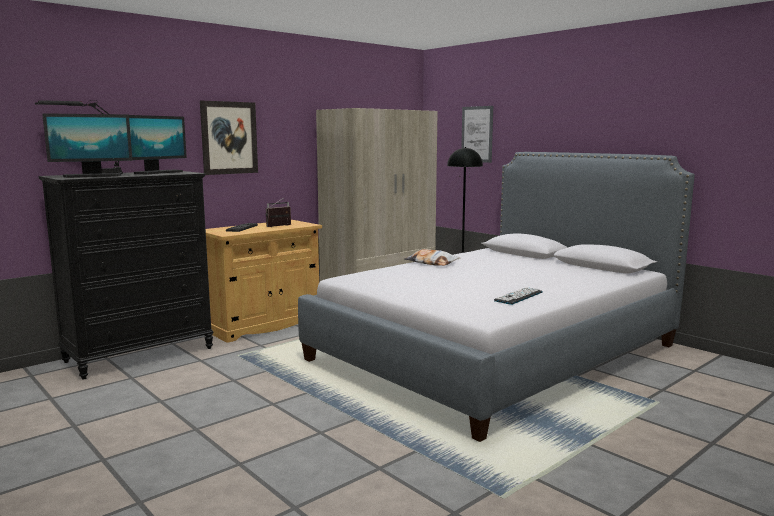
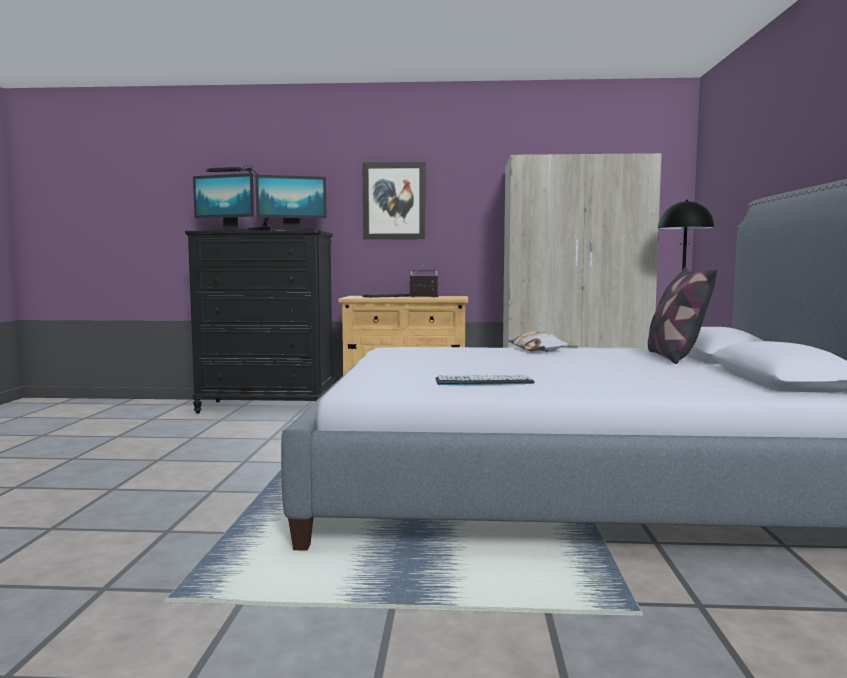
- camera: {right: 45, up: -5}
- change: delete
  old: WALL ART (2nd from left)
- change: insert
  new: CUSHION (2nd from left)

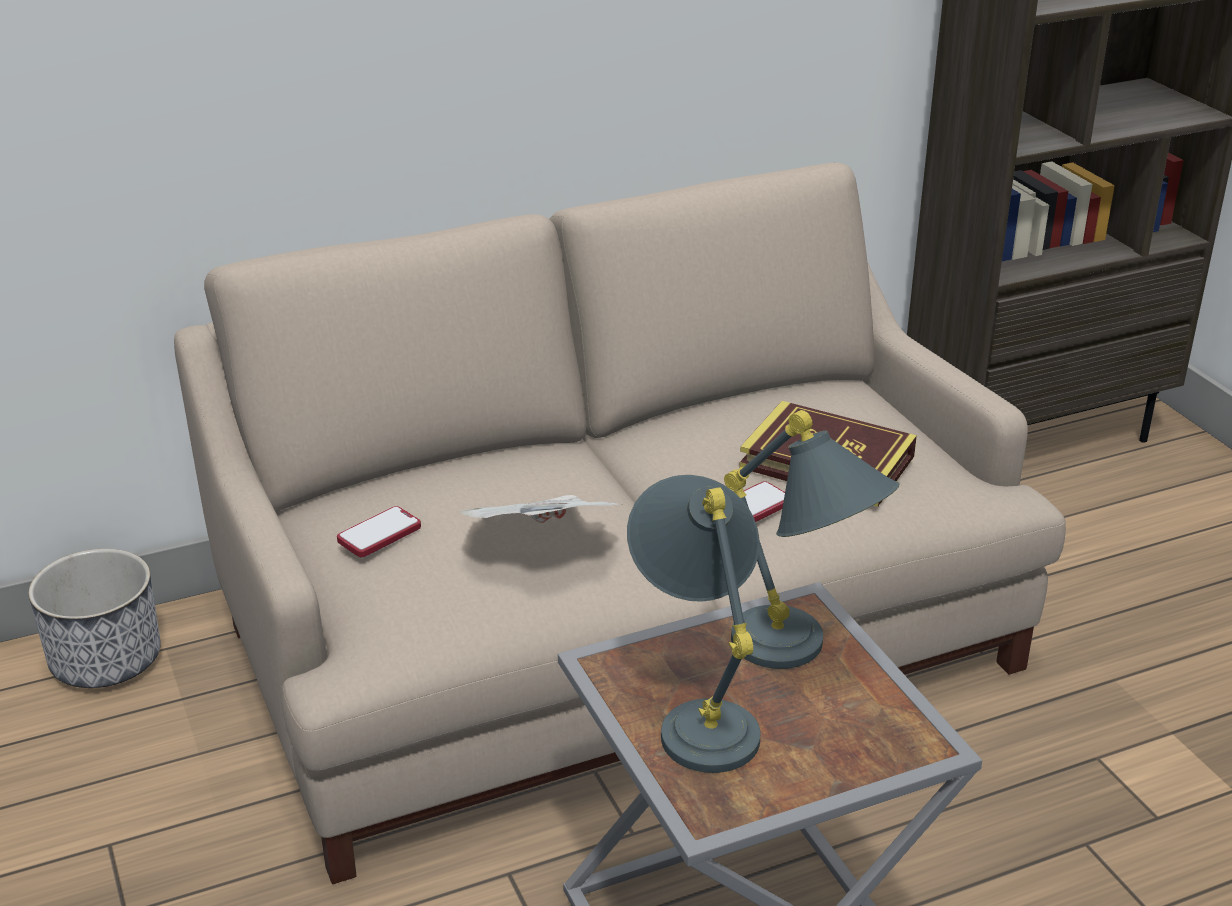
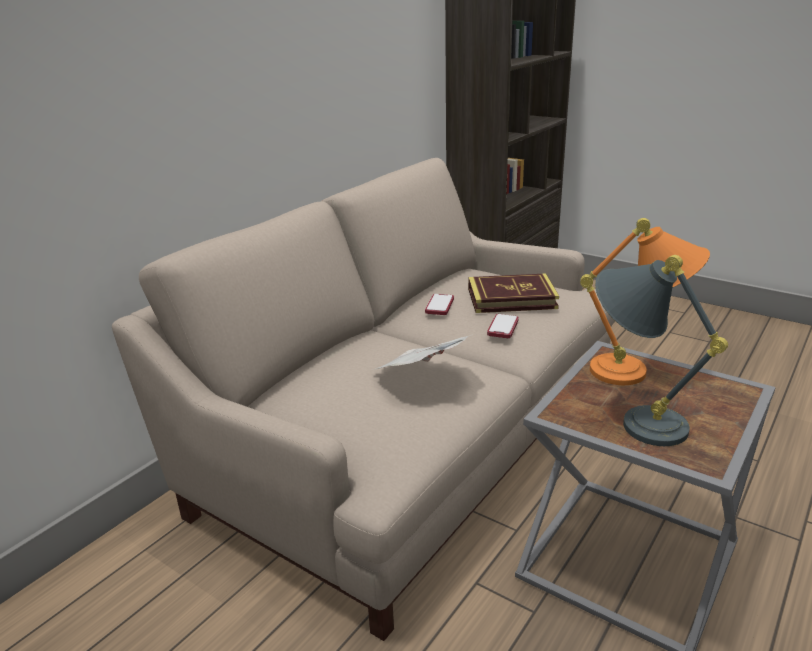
- camera: {right: -30, up: -5}
- change: recolor
  old: GREYISH TABLE LAMP (2nd from left)
  new: ORANGE-COLOURED TABLE LAMP
- change: move
  old: PHONE (1st from left)
- change: delete
  old: FLOWER POT

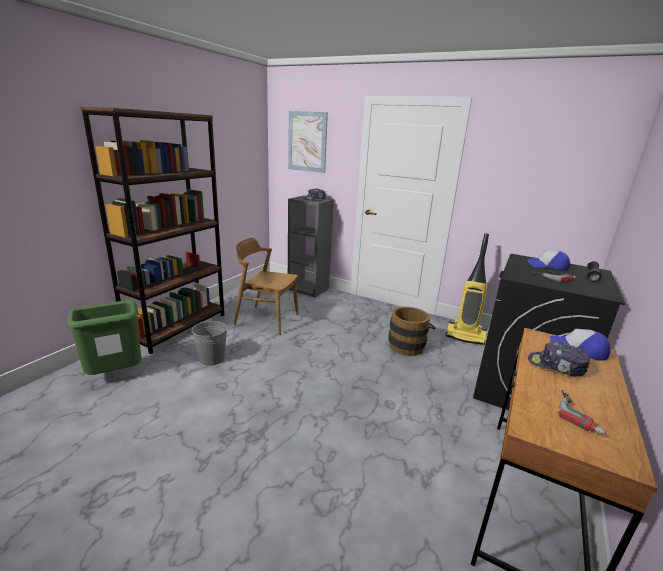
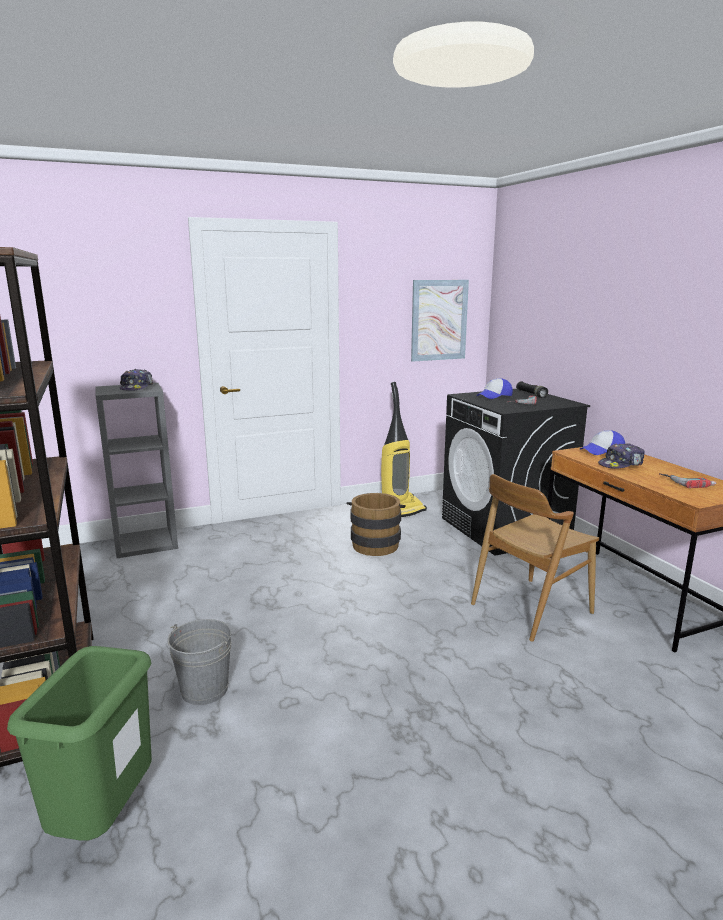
- camera: {right: -50, up: -5}
- change: move
  old: WALL ART
- change: move
  old: BROWN-COLOURED PLAIN CHAIR

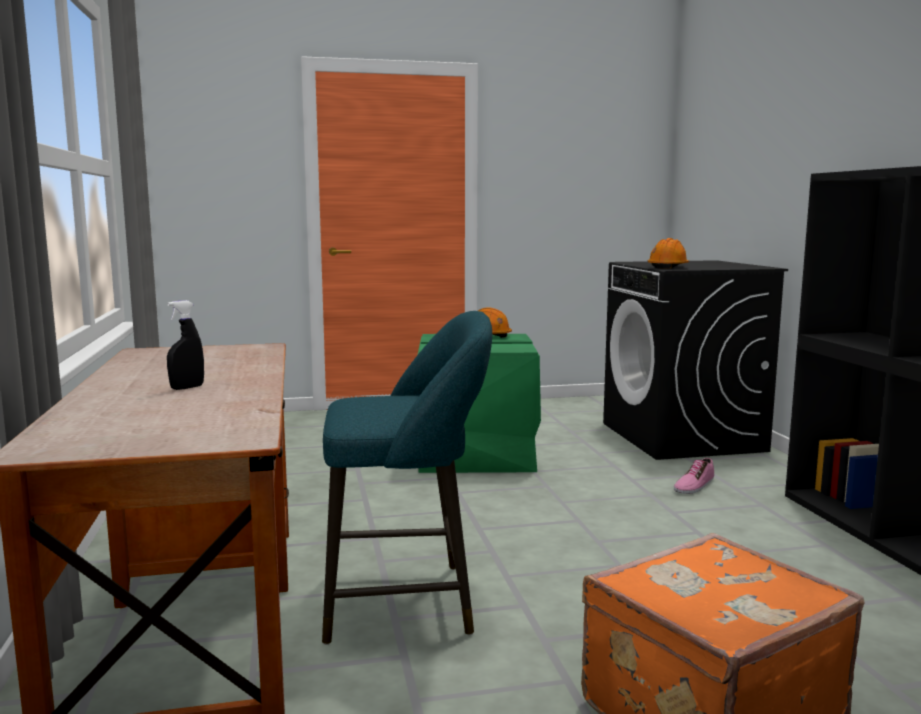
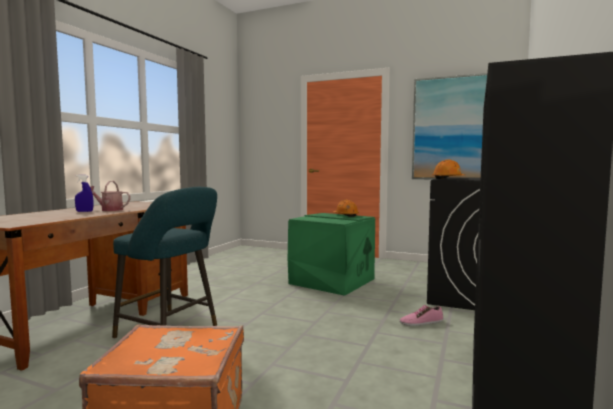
- camera: {right: 35, up: -5}
- change: recolor
  old: BLACKISH HAND SPRAYER
  new: BLUE-COLOURED HAND SPRAYER
- change: insert
  new: WALL ART
- change: insert
  new: SPRINKLING CAN

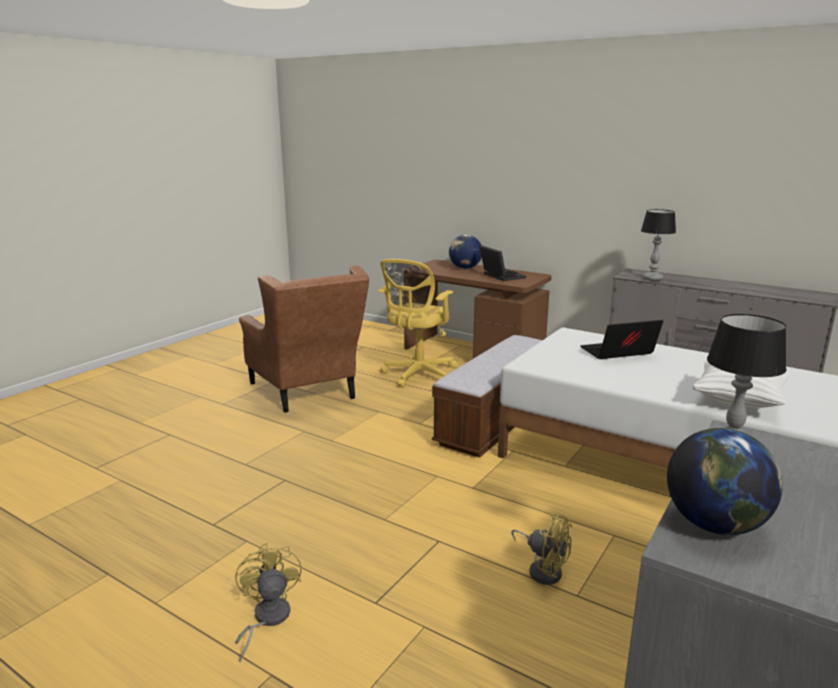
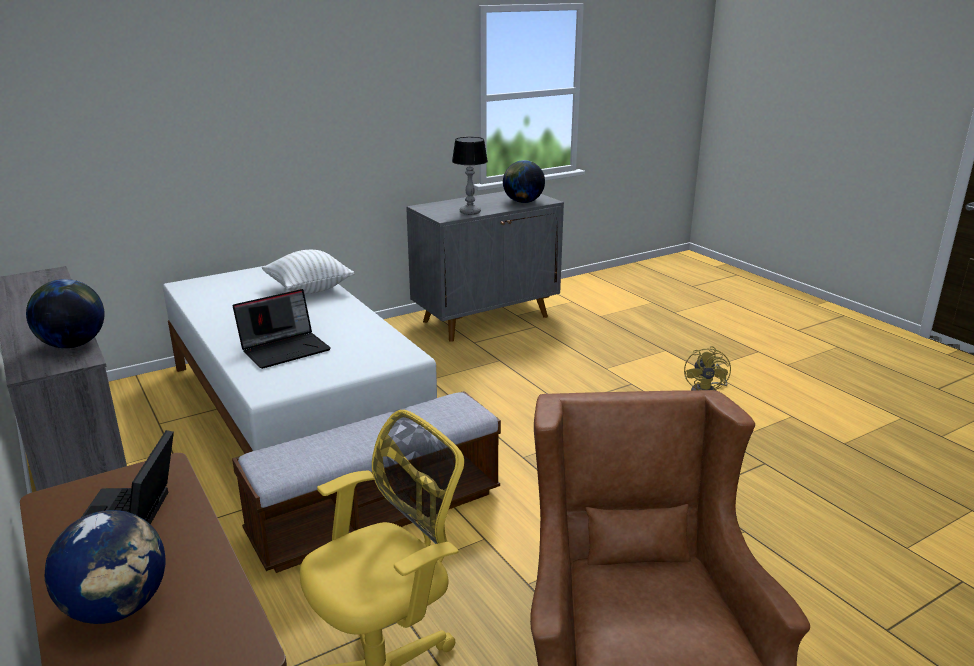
- camera: {right: -155, up: 5}
- change: replace
  old: TABLE LAMP (1st from left)
  new: DESK GLOBE (1st from left)
- change: rotate
  old: NOTEBOOK COMPUTER (2nd from left)
  degrees: -45
- change: delete
  old: YELLOWISH FAN (2nd from left)

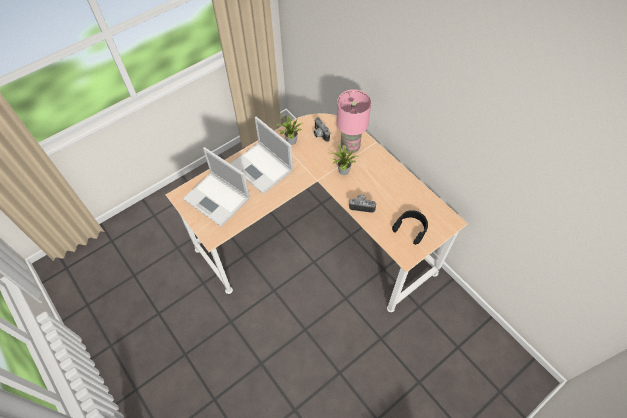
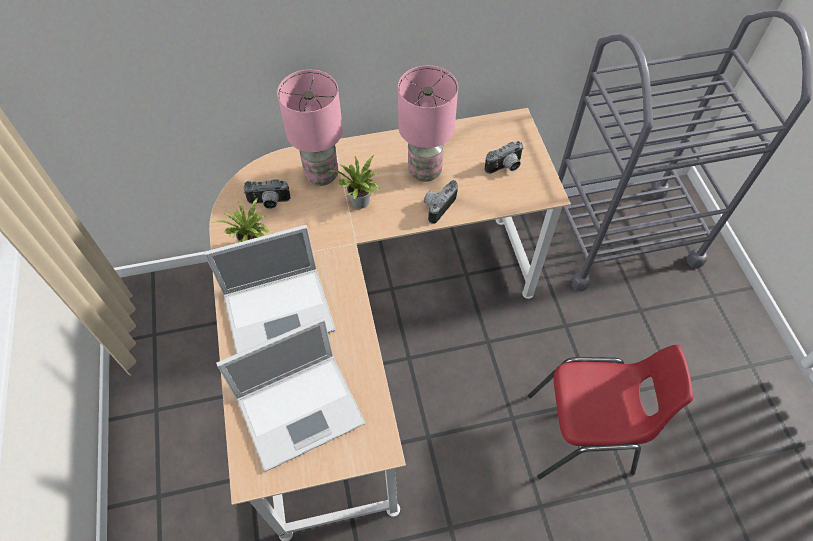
- camera: {right: -65, up: 0}
- change: replace
  old: BLACKISH PAIR OF HEADPHONES
  new: PHOTO CAMERA (3rd from left)
- change: insert
  new: GREYISH CART
- change: insert
  new: PINK TABLE LAMP (2nd from left)
- change: insert
  new: RED-COLOURED PLAIN CHAIR

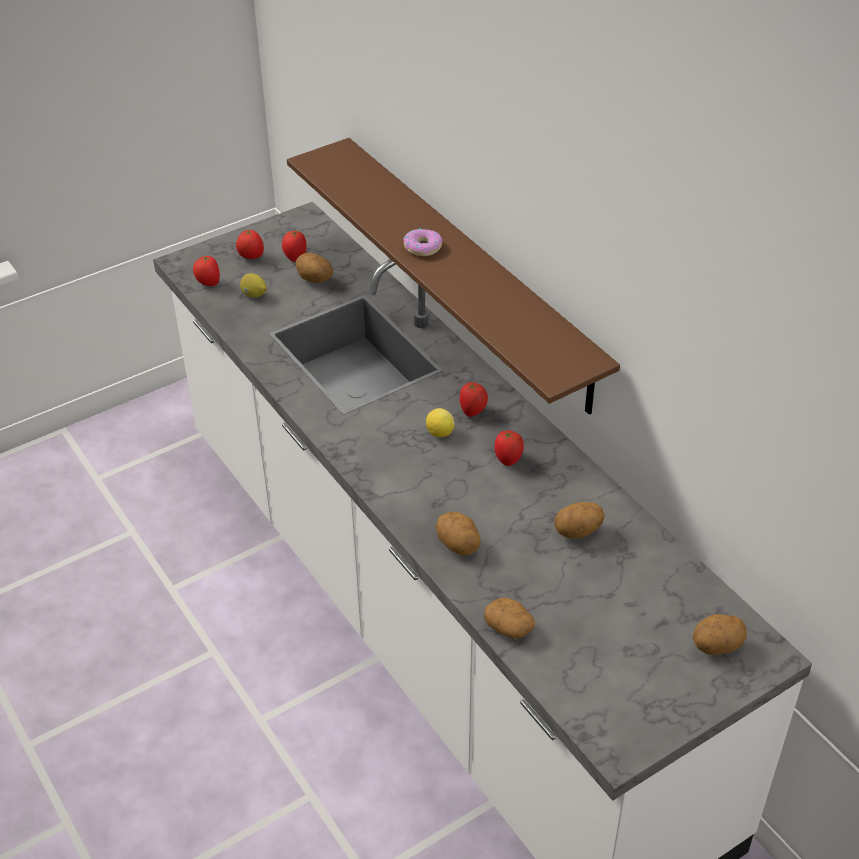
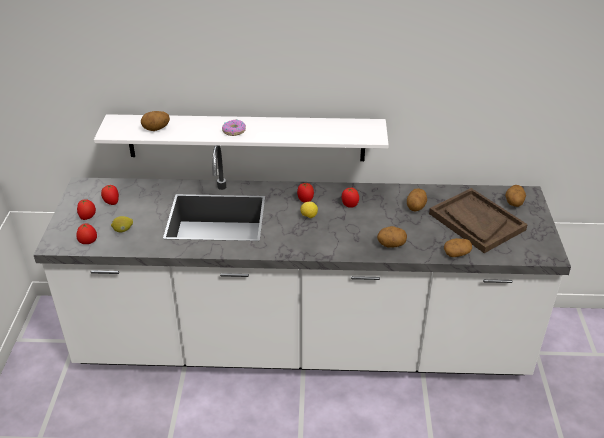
- camera: {right: -55, up: -5}
- change: recolor
  old: BROWN-COLOURED SHELF
  new: WHITISH SHELF
- change: move
  old: WHOLE POTATO (1st from left)
- change: insert
  new: BROWN-COLOURED SERVING TRAY

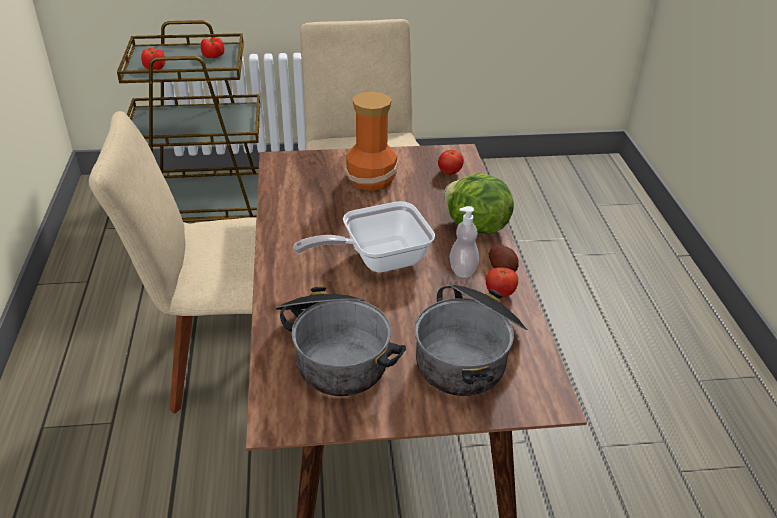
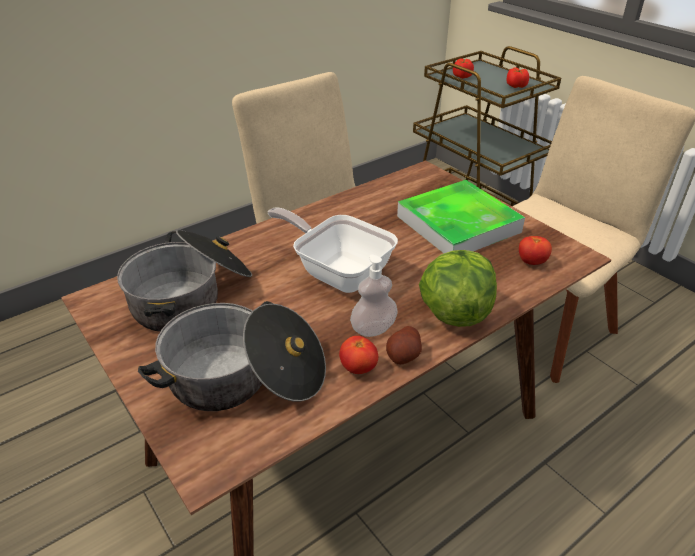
- camera: {right: 60, up: 0}
- change: replace
  old: DECORATIVE VASE
  new: SERVING TRAY

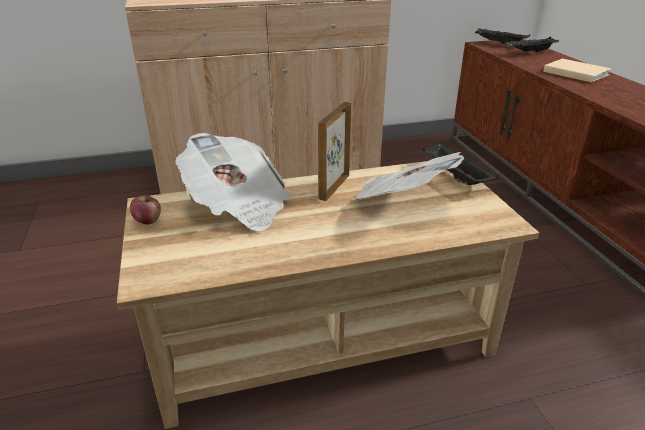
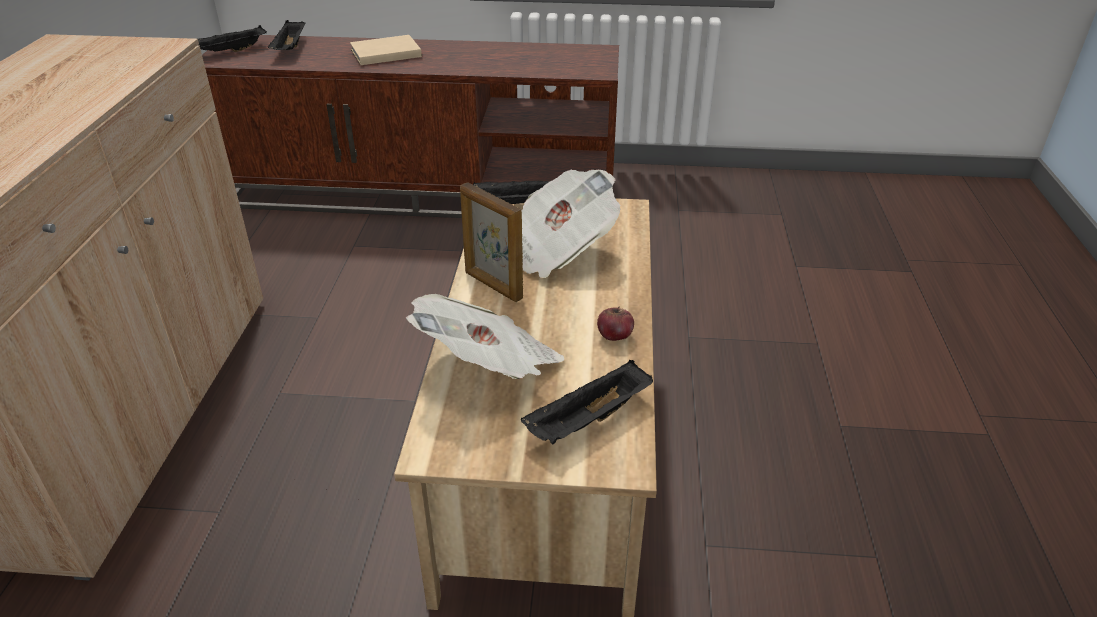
- camera: {right: -70, up: 5}
- change: move
  old: APPLE FRUIT
- change: insert
  new: BLACKISH SERVING TRAY (4th from left)

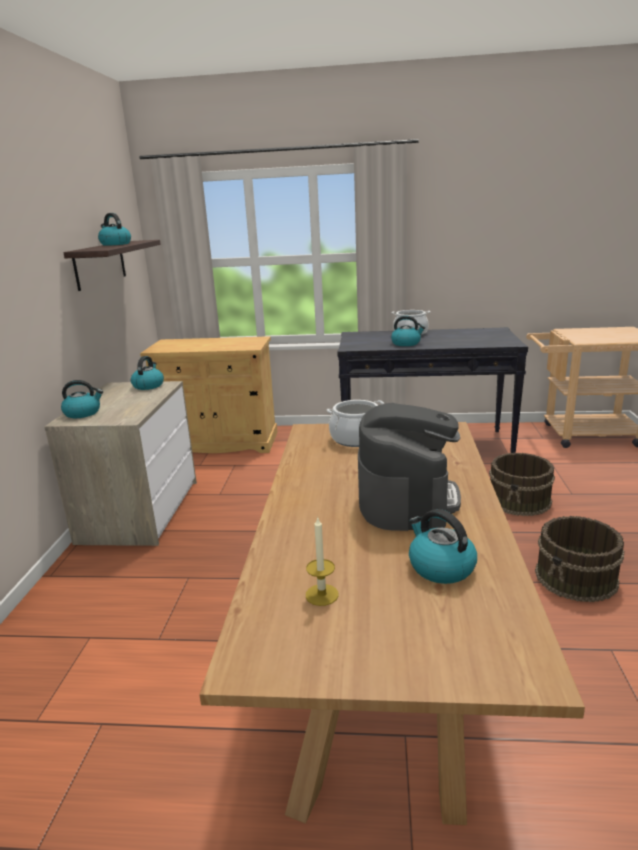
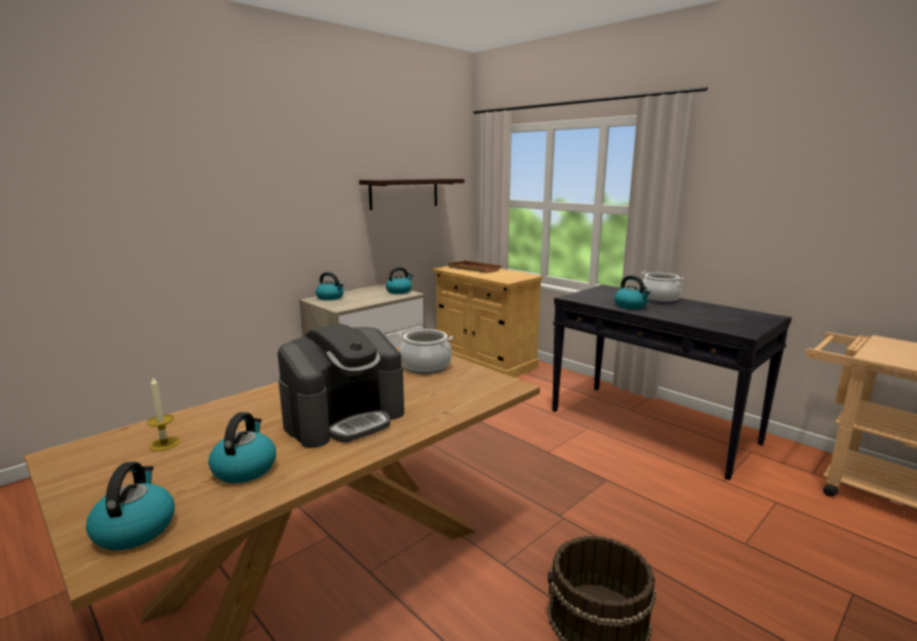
- camera: {right: 40, up: -5}
- change: move
  old: WATER KETTLE (2nd from left in the first image)
  new: WATER KETTLE (1st from left)
- change: delete
  old: BROWN-COLOURED BUCKET (1st from left)
- change: insert
  new: BROWN-COLOURED SERVING TRAY

